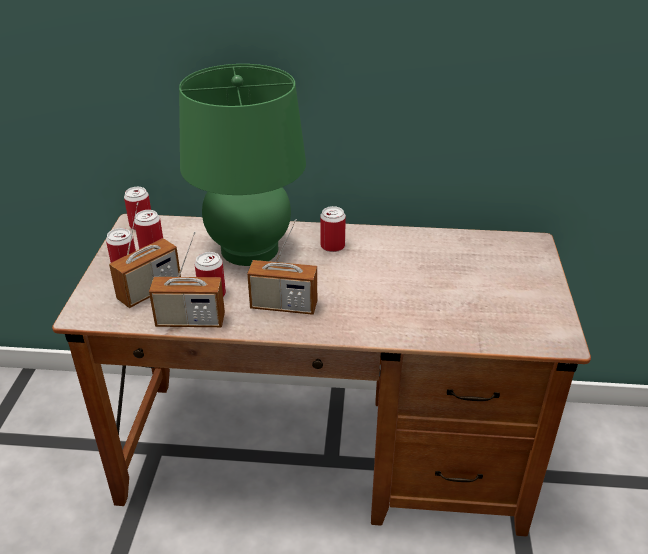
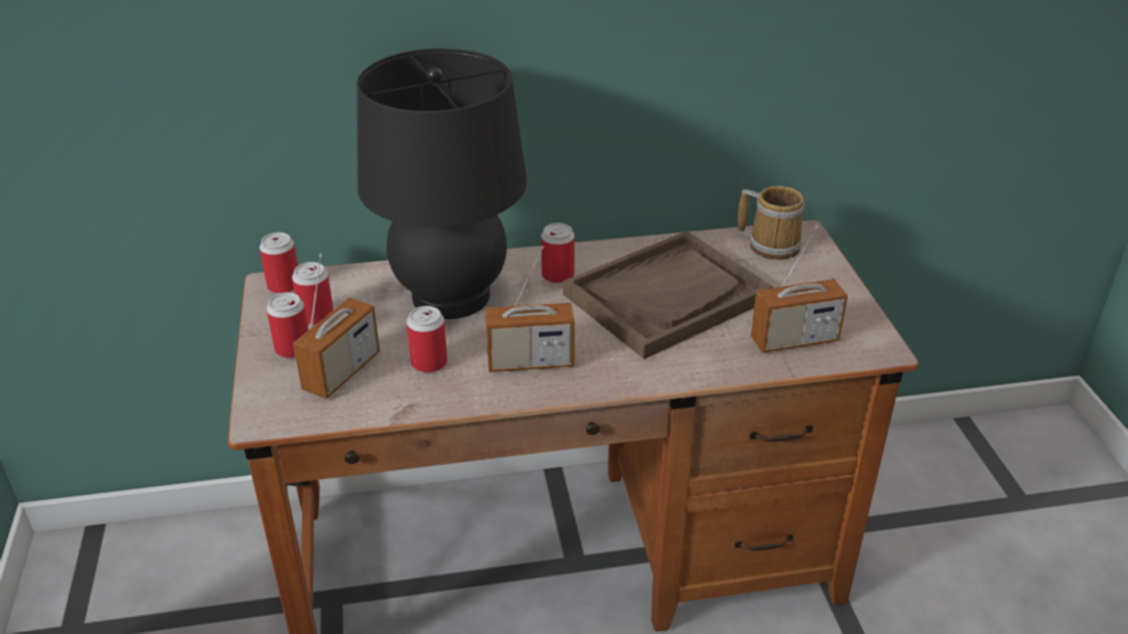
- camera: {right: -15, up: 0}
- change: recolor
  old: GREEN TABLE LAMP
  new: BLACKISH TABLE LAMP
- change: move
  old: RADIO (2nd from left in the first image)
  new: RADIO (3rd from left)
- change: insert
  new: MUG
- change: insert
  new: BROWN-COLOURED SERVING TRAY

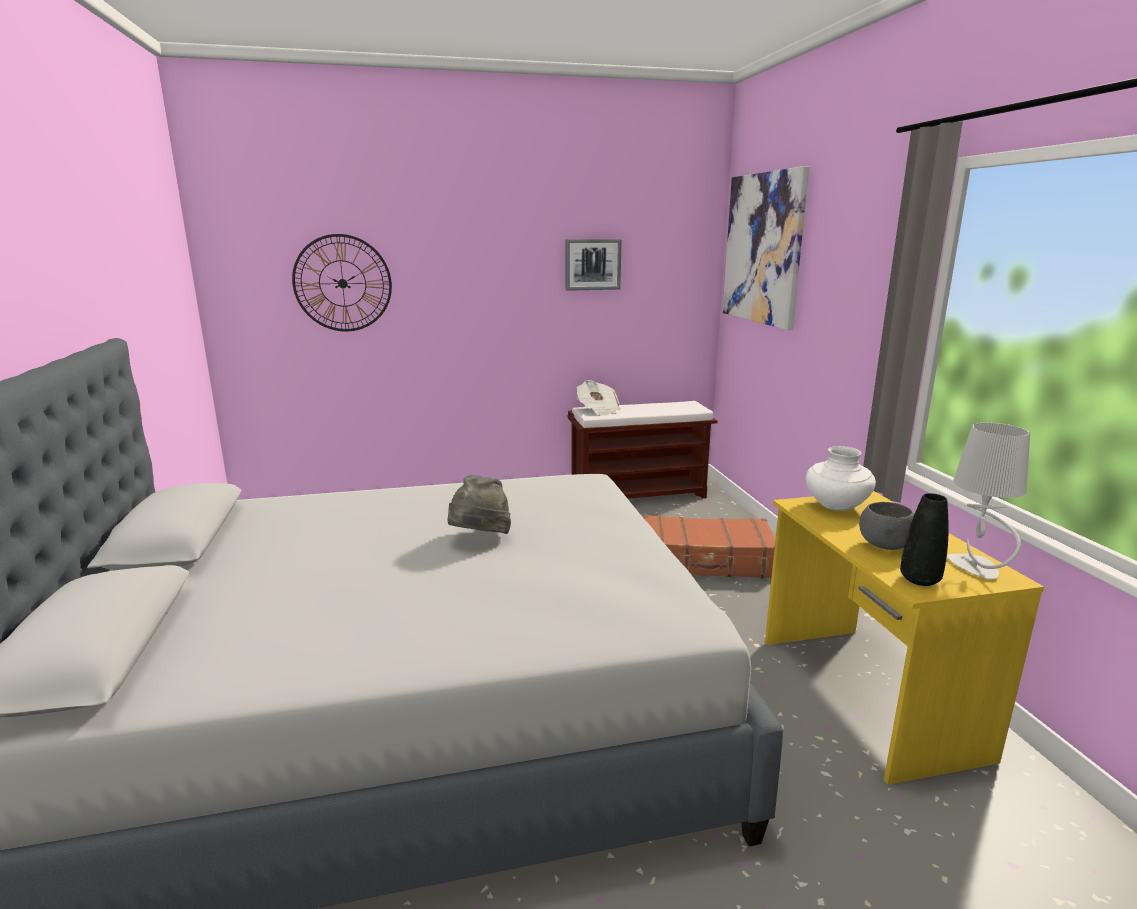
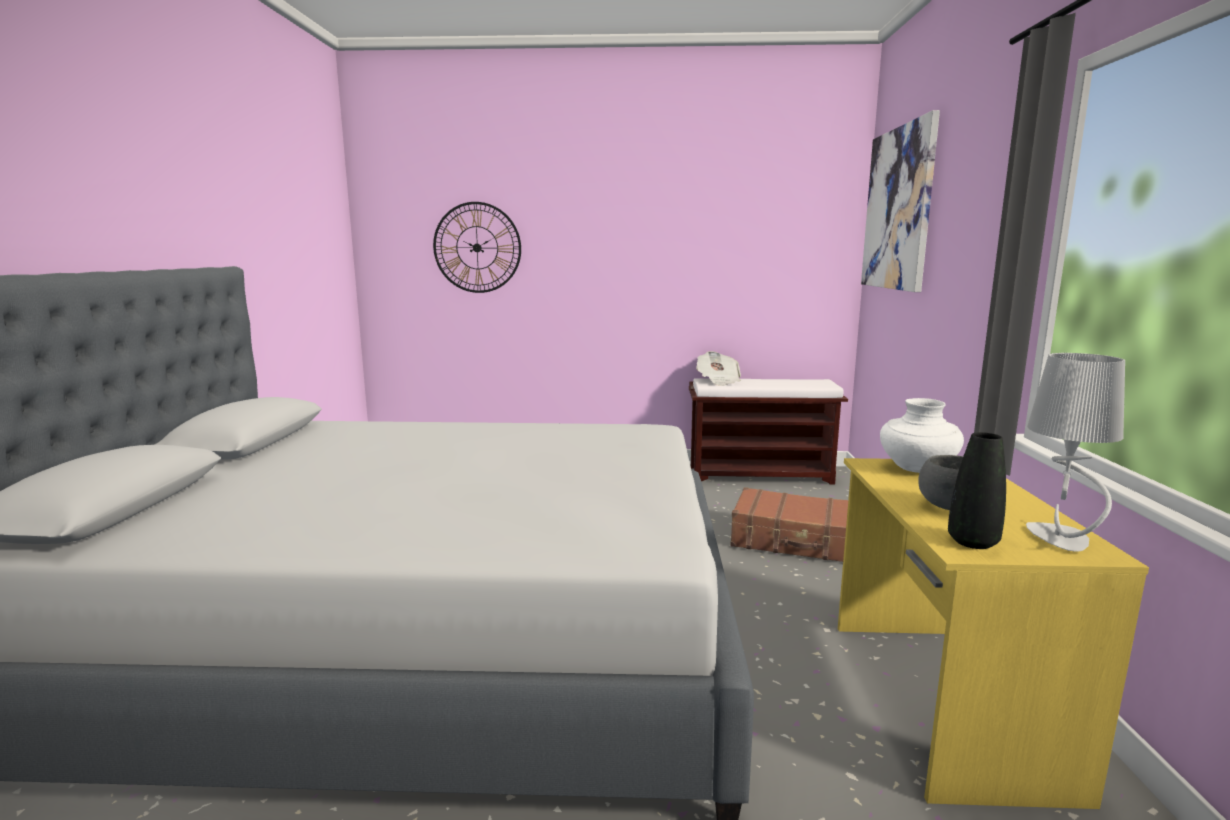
- camera: {right: 15, up: -5}
- change: delete
  old: WALL ART (1st from left)
- change: delete
  old: GREYISH CLOTHING HAT

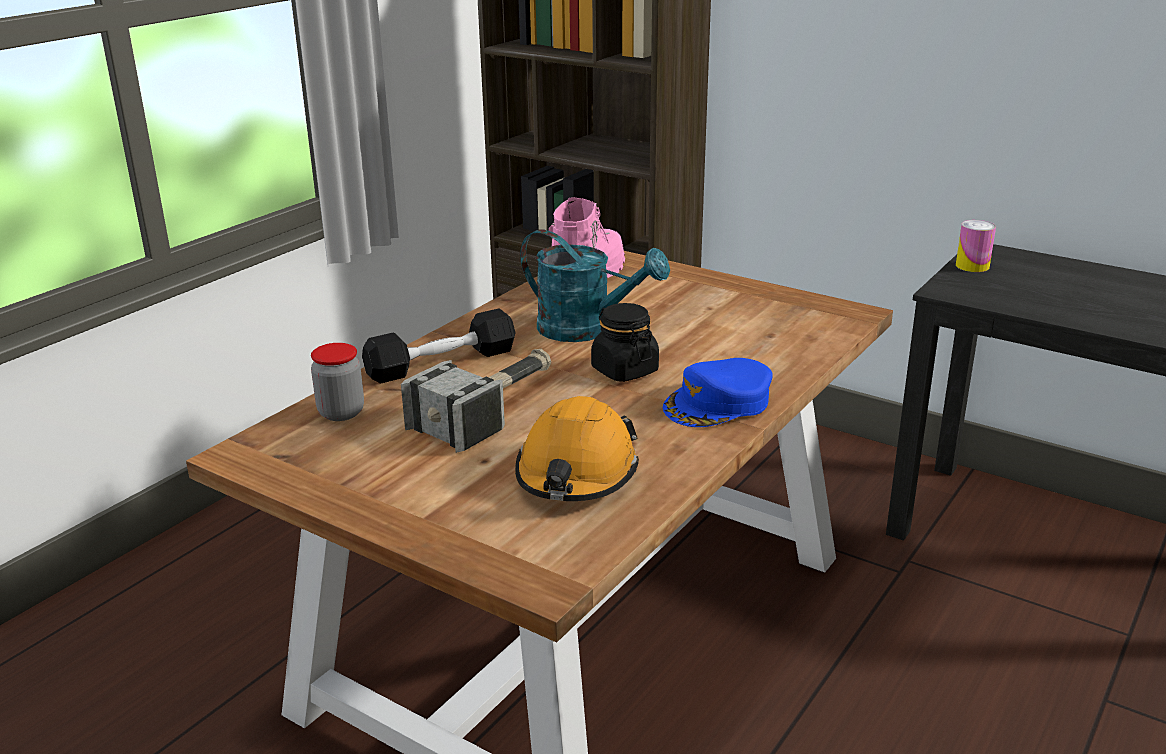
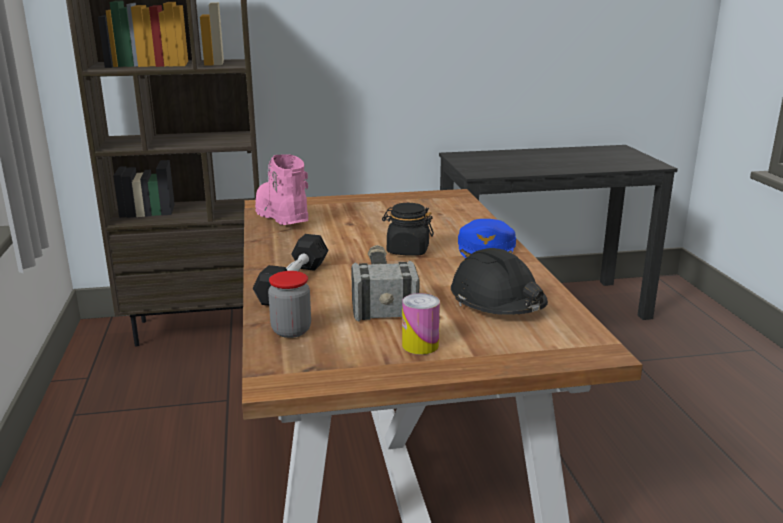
- camera: {right: -45, up: -5}
- change: move
  old: CAN
- change: delete
  old: TURQUOISE SPRINKLING CAN
- change: recolor
  old: ORANGE-COLOURED SAFETY HELMET
  new: BLACKISH SAFETY HELMET

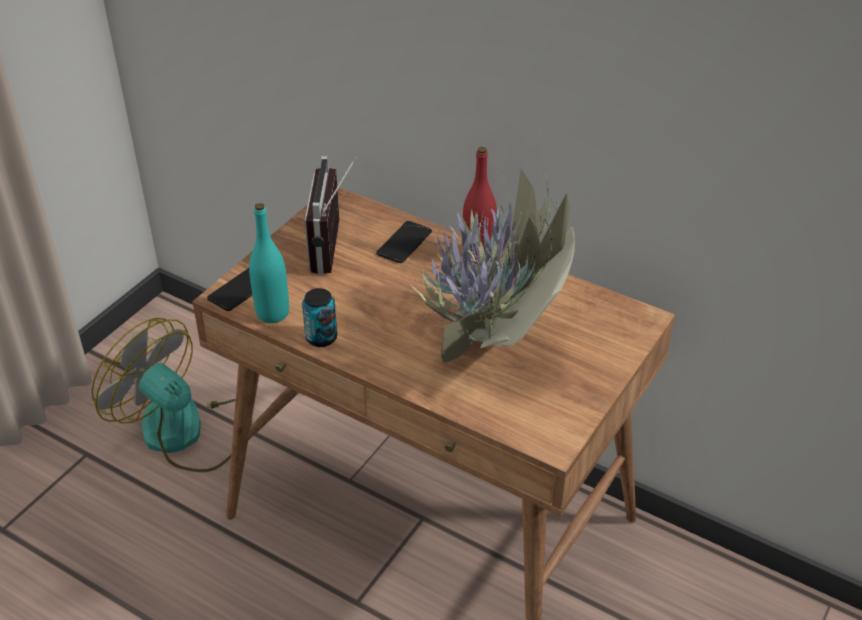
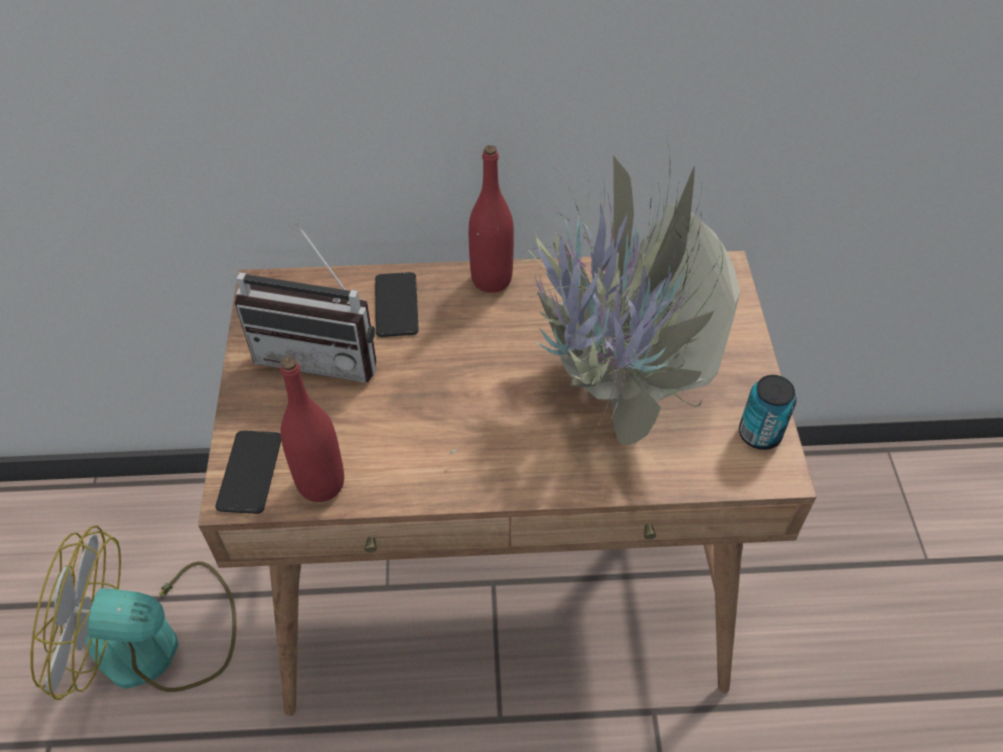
- camera: {right: -35, up: 10}
- change: rotate
  old: RADIO
  degrees: -45
- change: recolor
  old: TURQUOISE DRINK BOTTLE
  new: RED-COLOURED DRINK BOTTLE (1st from left)
- change: move
  old: CAN

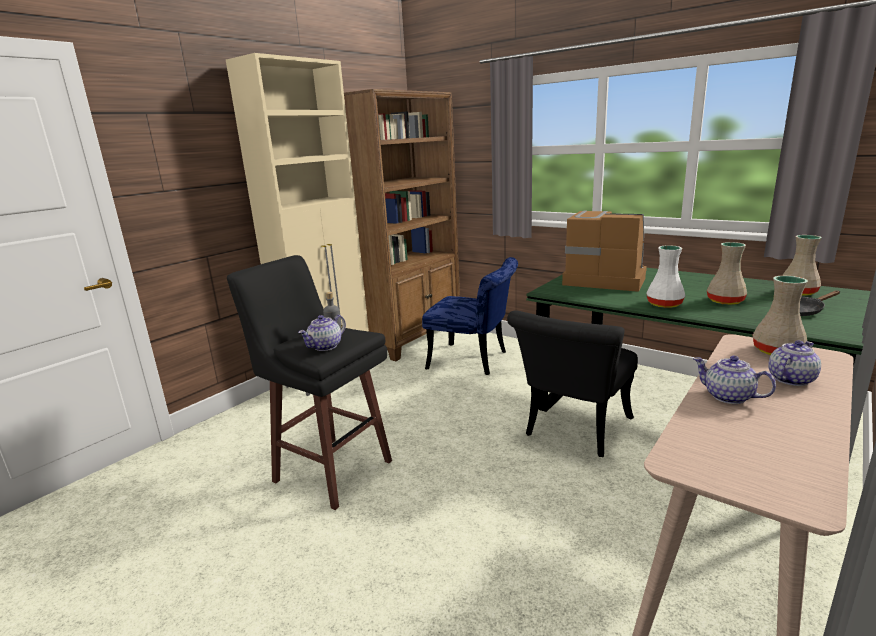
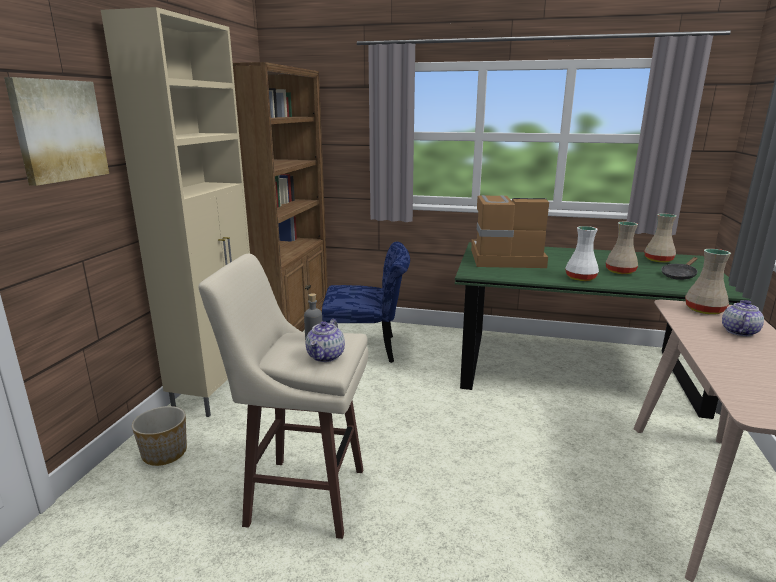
- camera: {right: -25, up: 0}
- change: recolor
  old: BLACKISH SITTING STOOL
  new: SAND-COLOURED SITTING STOOL
- change: delete
  old: BLACKISH PLAIN CHAIR
- change: delete
  old: TEA POT (2nd from left)
- change: insert
  new: WALL ART
- change: insert
  new: FLOWER POT

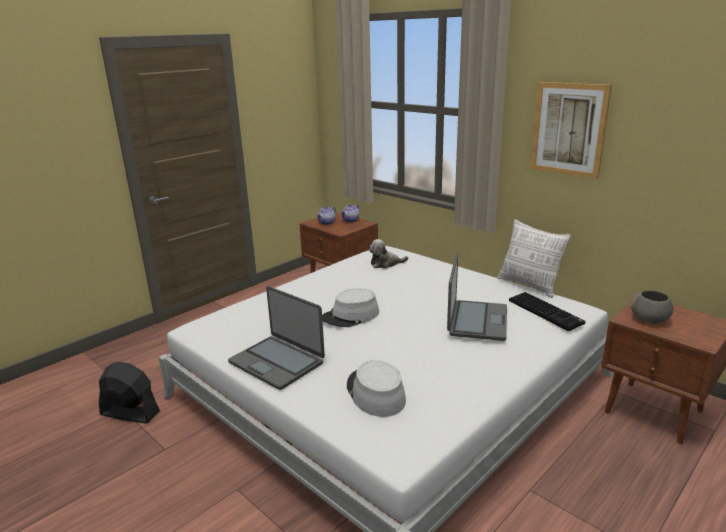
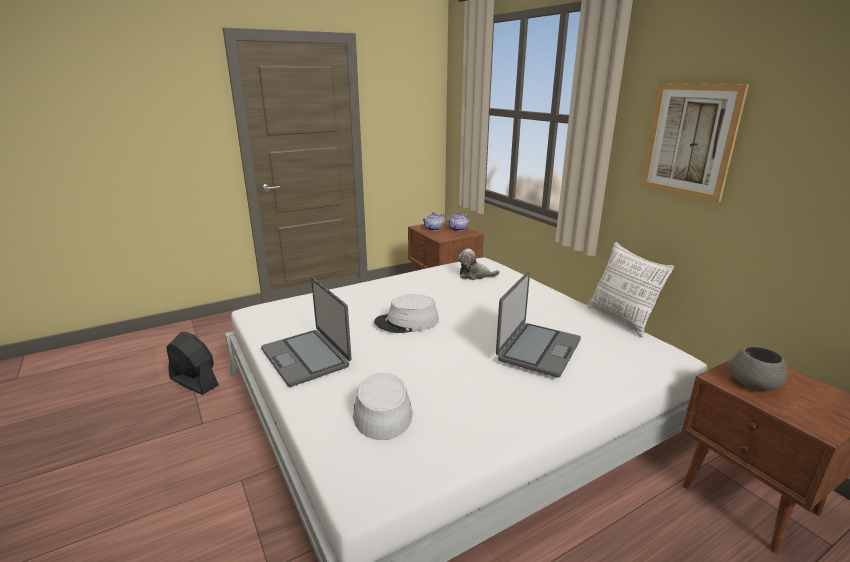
- camera: {right: 15, up: 0}
- change: delete
  old: PC KEYBOARD

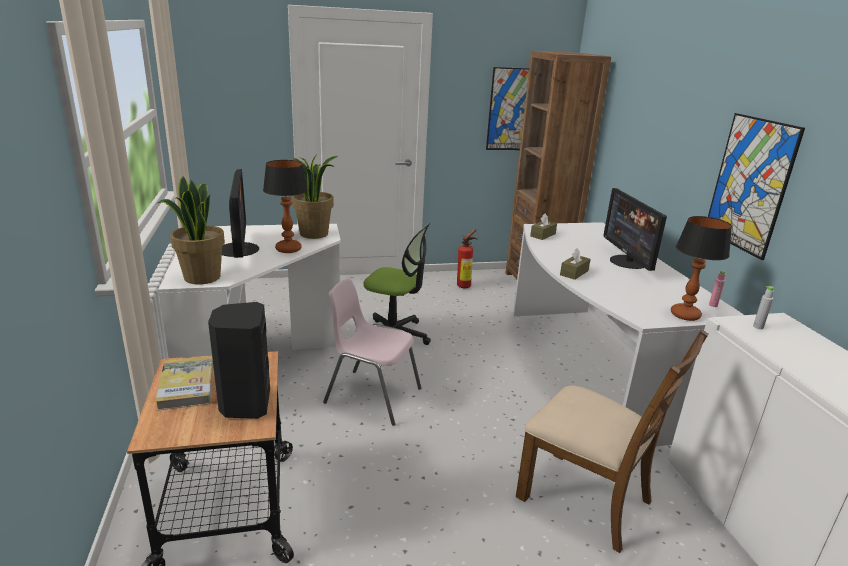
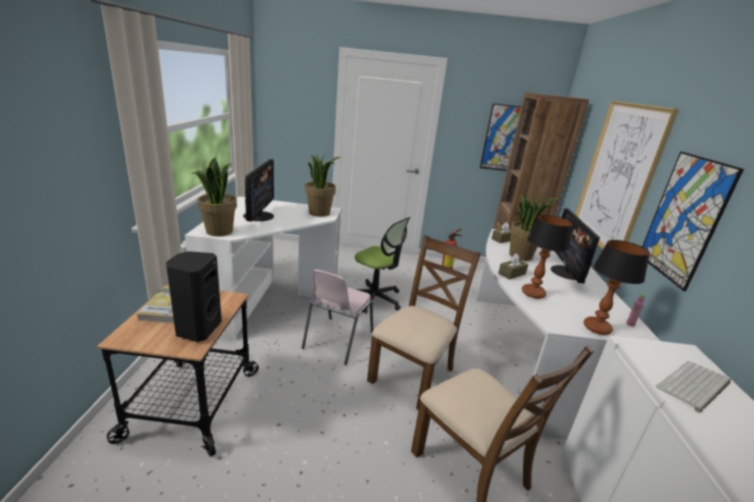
- camera: {right: 15, up: 0}
- change: move
  old: TABLE LAMP (1st from left)
- change: rotate
  old: PINK PLAIN CHAIR
  degrees: -105
- change: delete
  old: GREYISH DRINK BOTTLE
- change: insert
  new: WALL ART (2nd from left)
- change: insert
  new: HOUSEPLANT (3rd from left)
- change: insert
  new: BROWN-COLOURED PLAIN CHAIR (1st from left)
- change: insert
  new: PC KEYBOARD

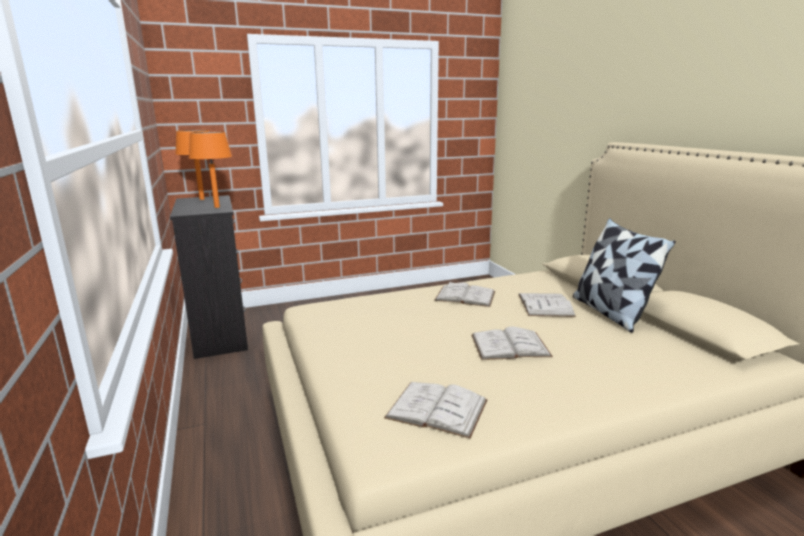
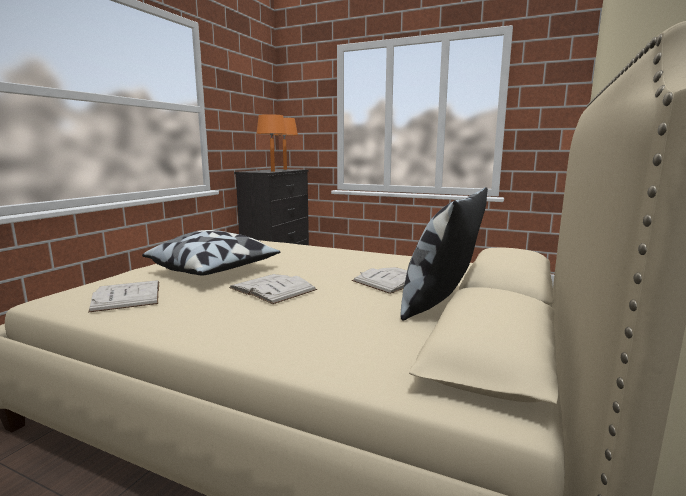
- camera: {right: 45, up: -5}
- change: delete
  old: WHITISH VOLUME (2nd from left)
- change: insert
  new: CUSHION (1st from left)

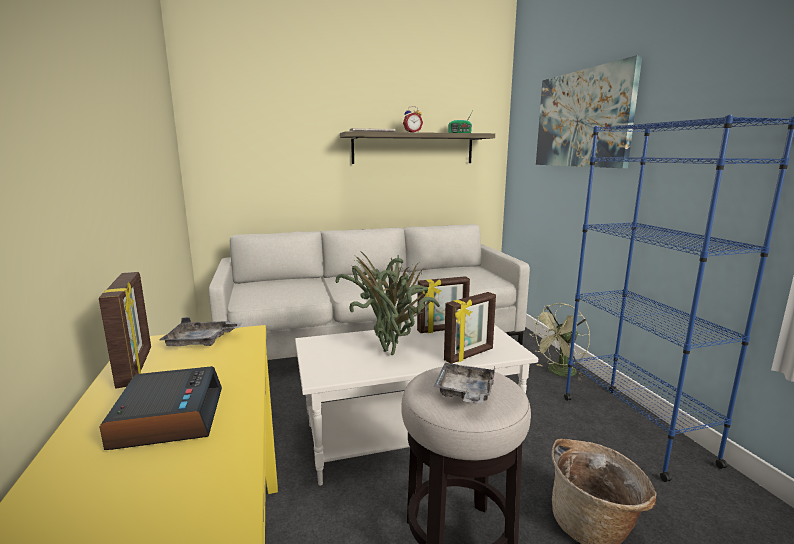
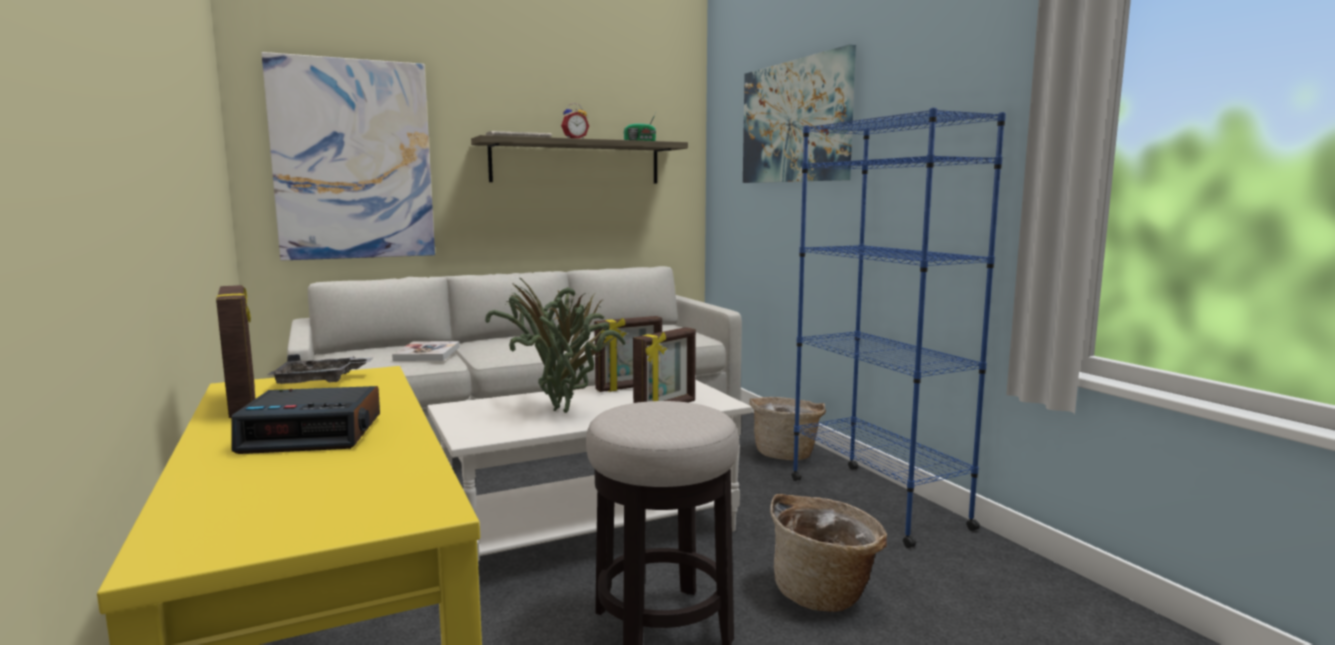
- camera: {right: -10, up: -5}
- change: replace
  old: GREEN FAN
  new: STORAGE BASKET (1st from left)
- change: delete
  old: GREYISH SERVING TRAY (2nd from left)
- change: rotate
  old: TABLE CLOCK (1st from left)
  degrees: 105
- change: insert
  new: WALL ART (1st from left)
- change: insert
  new: VOLUME

